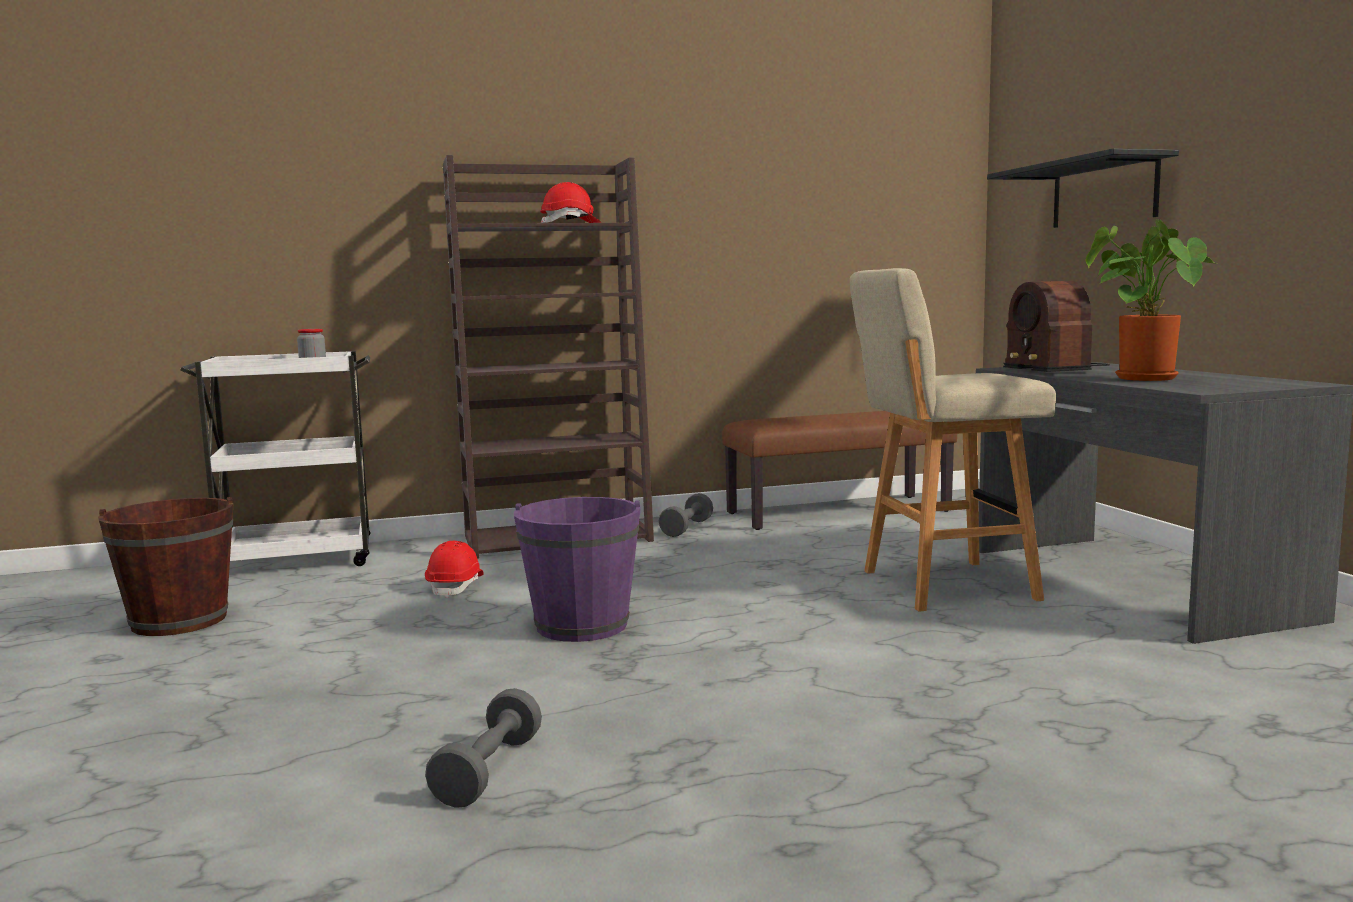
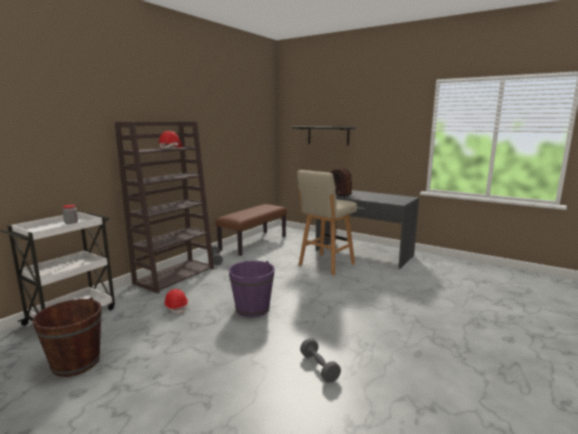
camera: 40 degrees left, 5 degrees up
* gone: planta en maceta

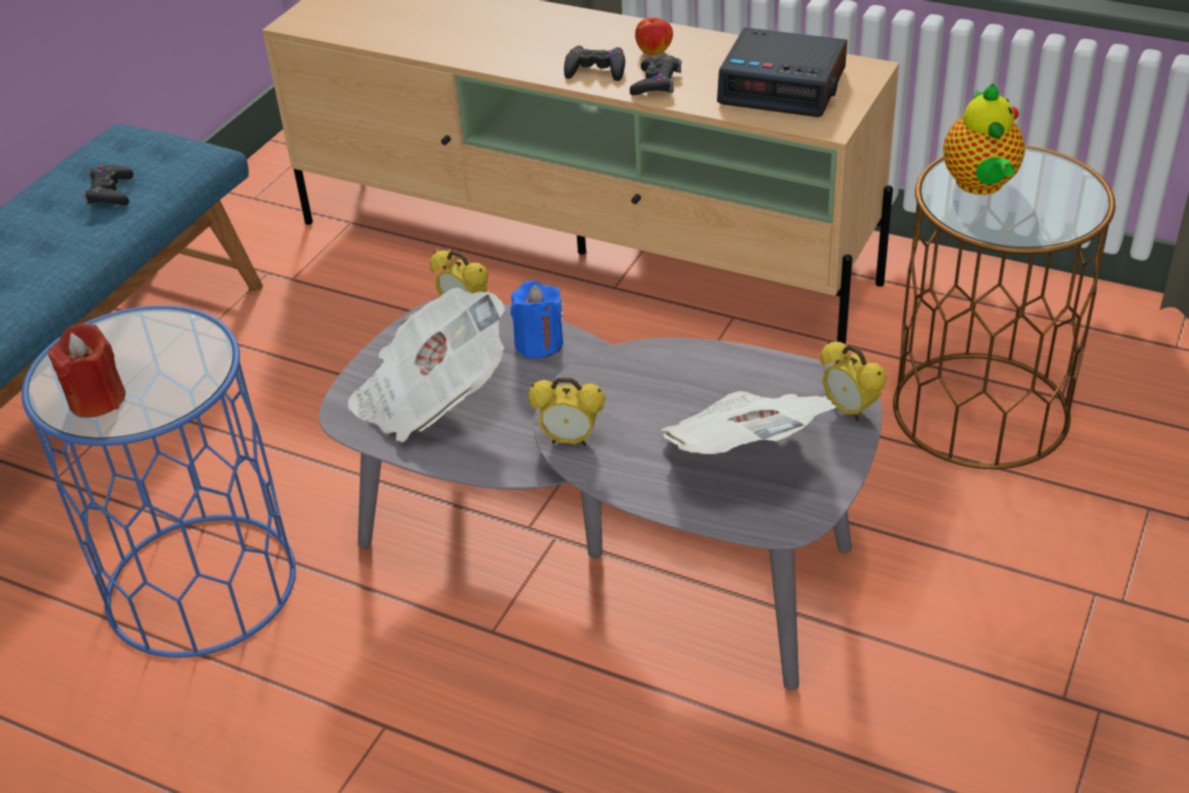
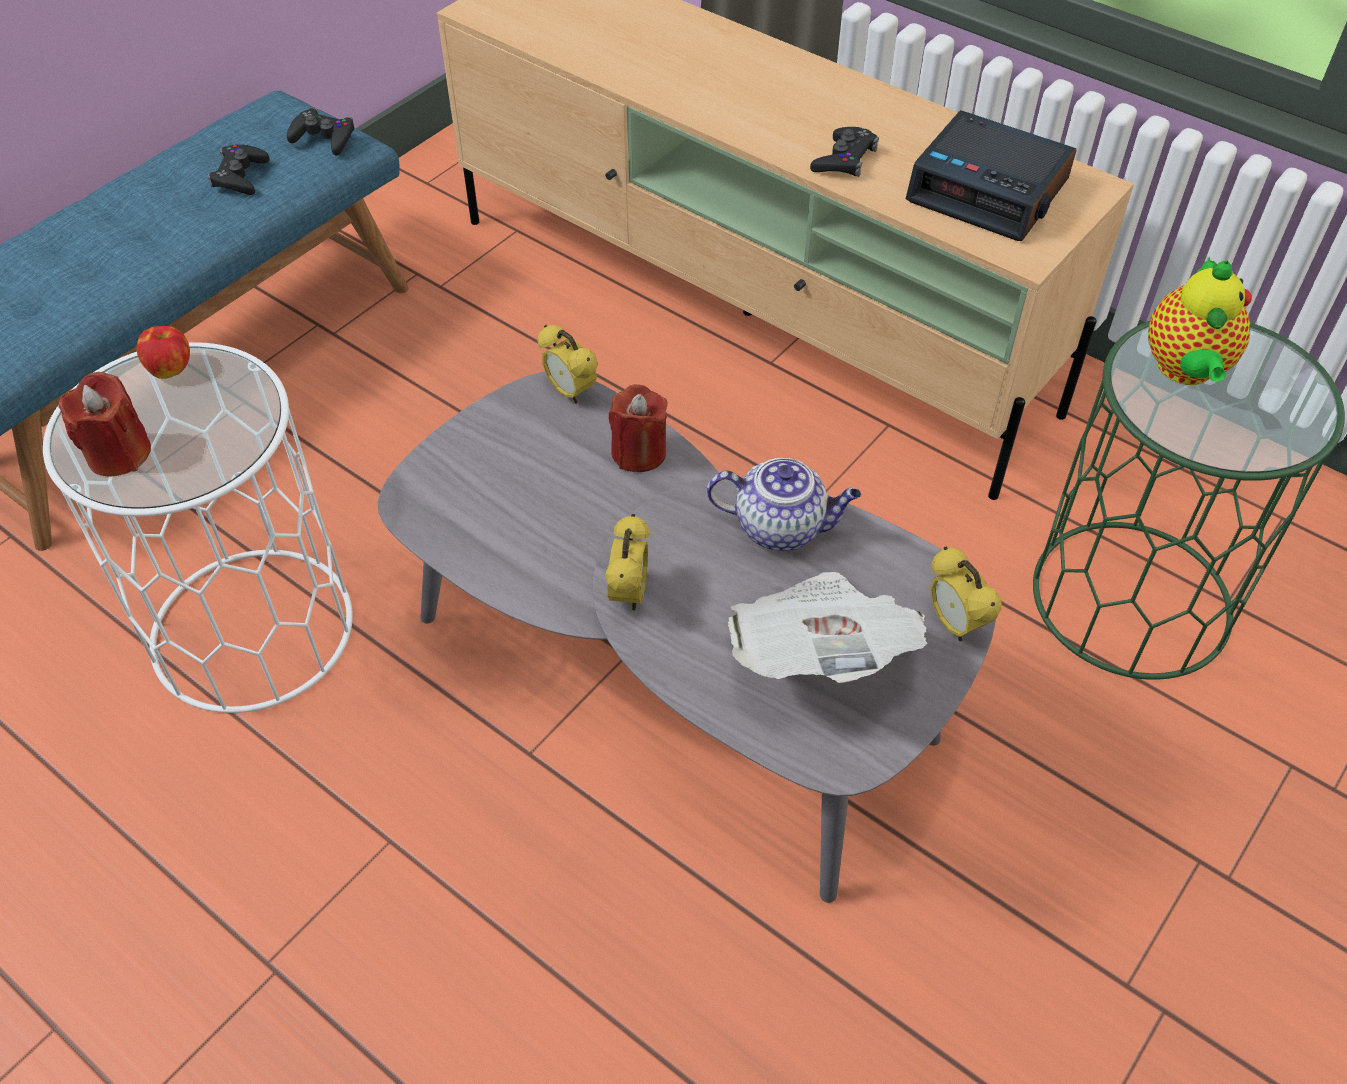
camera: 10 degrees right, 10 degrees up
* gone: periódico (no. 1 from left)
* new: tetera (no. 1 from left)
* shifted: mando de consola [negro] (no. 2 from left)
* shifted: manzana
* repainted: mesa auxiliar [azul] to mesa auxiliar [blanco]
* repainted: vela [azul] to vela [rojo] (no. 2 from left)
* repainted: mesa auxiliar [marrón] to mesa auxiliar [verde]
* rotated: despertador (no. 2 from left) 105 degrees counterclockwise

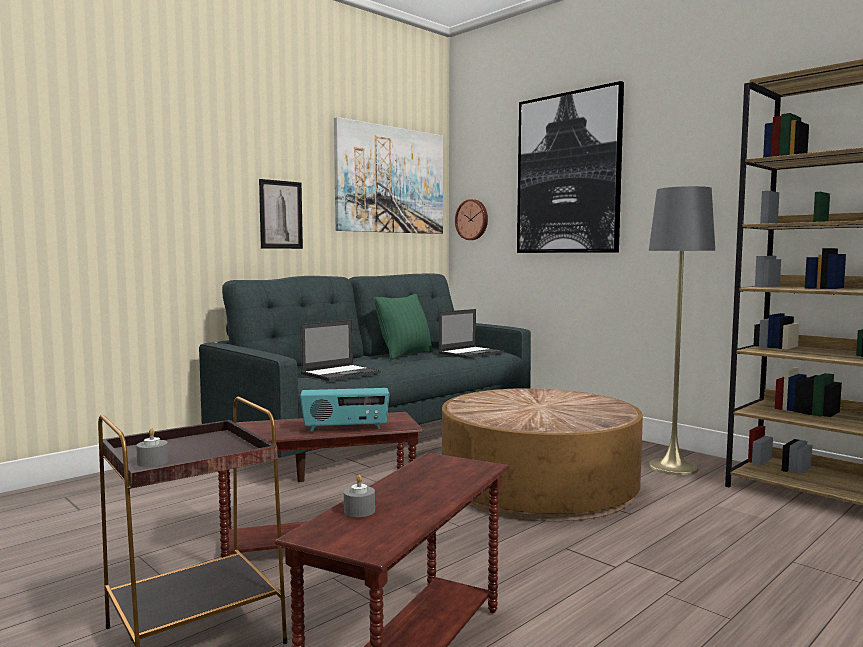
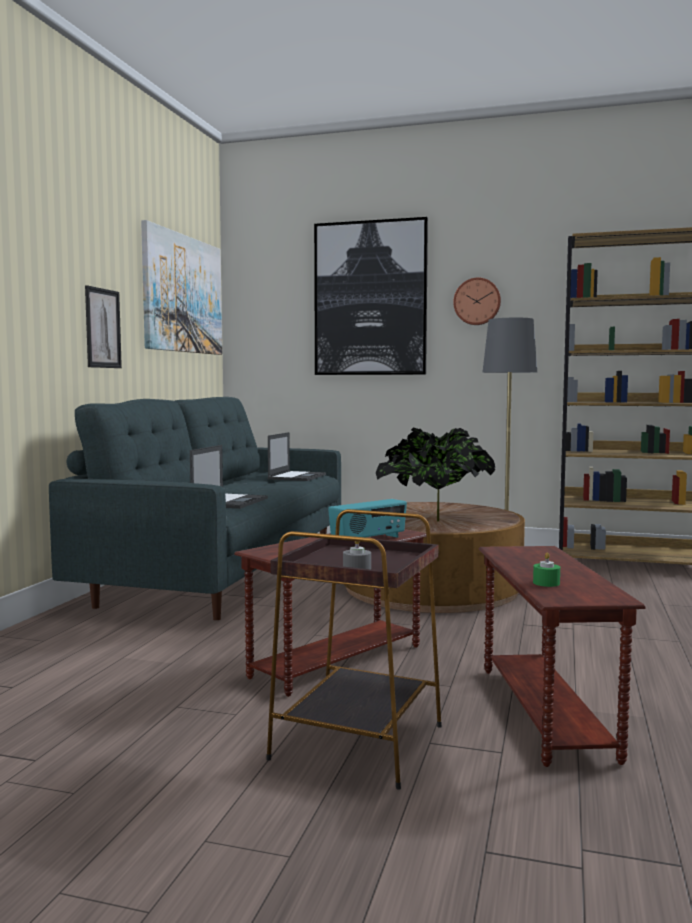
camera: 30 degrees left, 0 degrees up
* gone: cojín [verde]
* new: planta en maceta
* shifted: reloj de pared
* repainted: vela [gris] (no. 2 from left) to vela [verde]

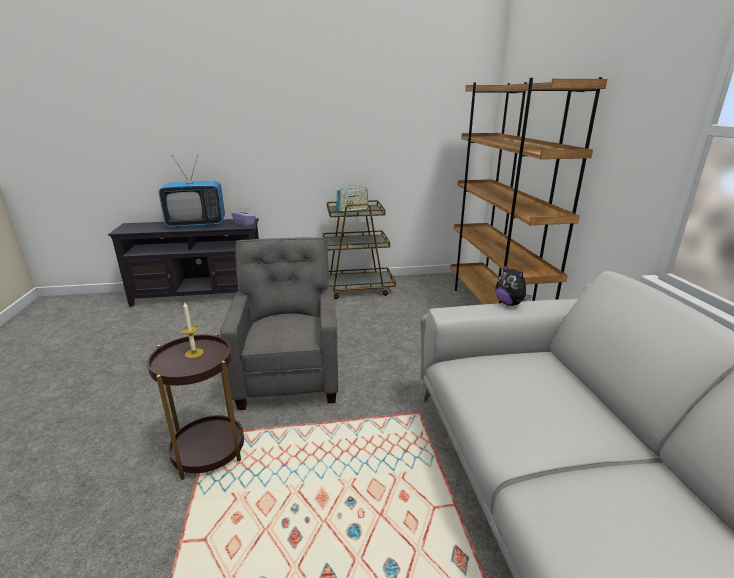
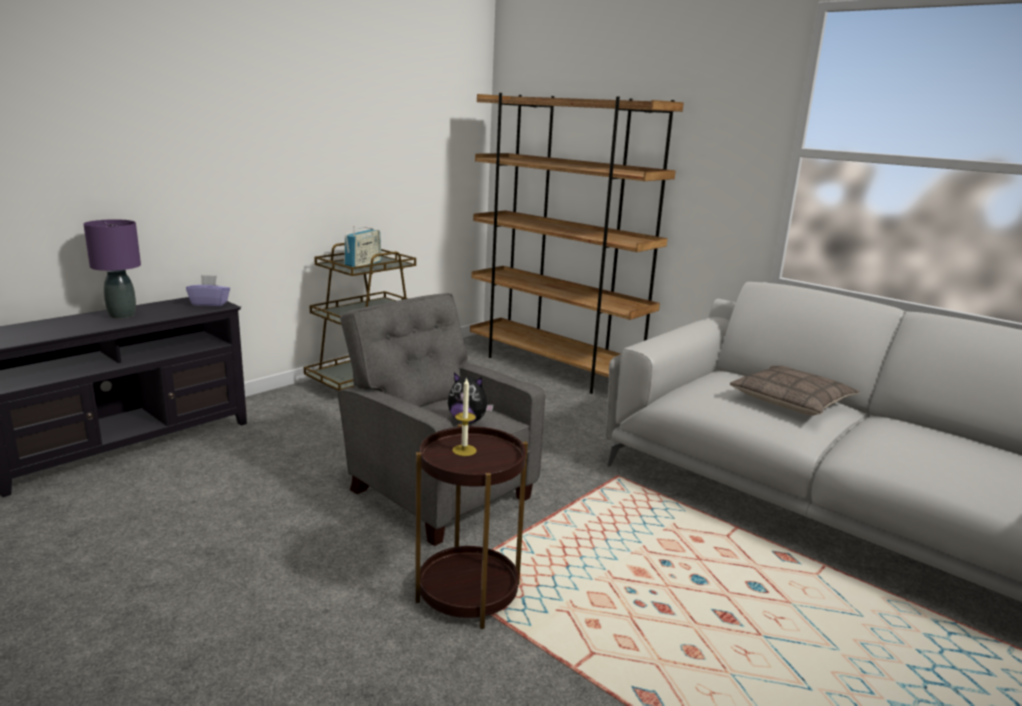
camera: 40 degrees left, 5 degrees down
* new: cojín
* shifted: peluche
* swapped: televisor to lámpara de mesa [morado]

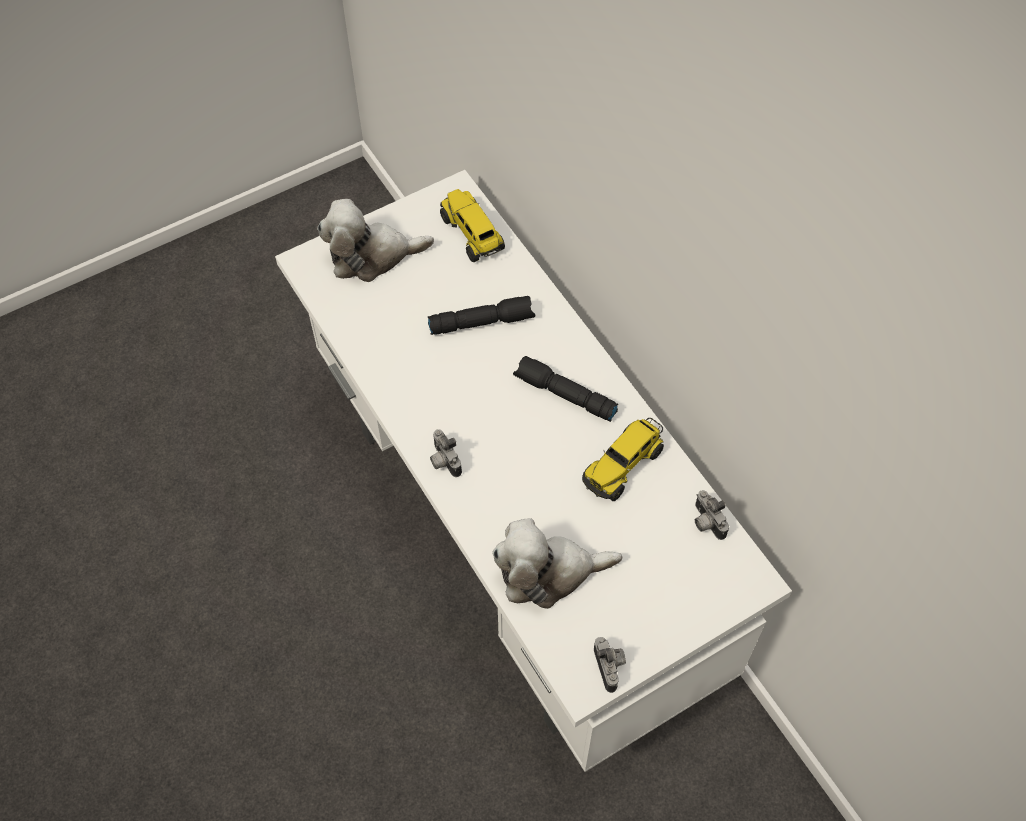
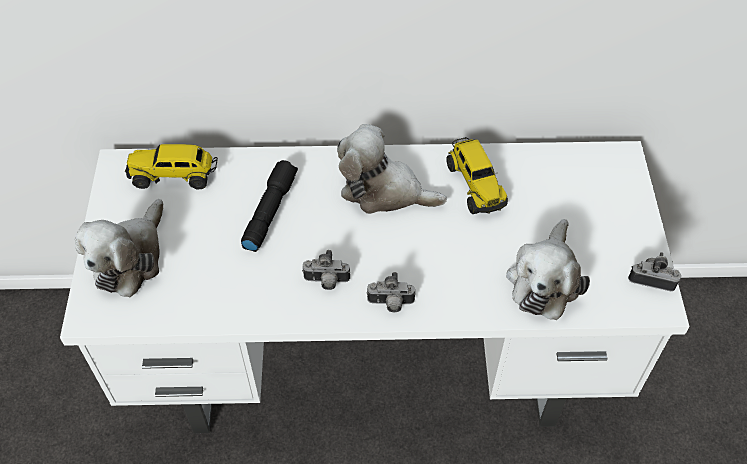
camera: 60 degrees left, 5 degrees down
* shifted: cámara (no. 3 from left in the first image) to cámara (no. 1 from left)
* swapped: linterna [negro] (no. 2 from left) to peluche (no. 2 from left)

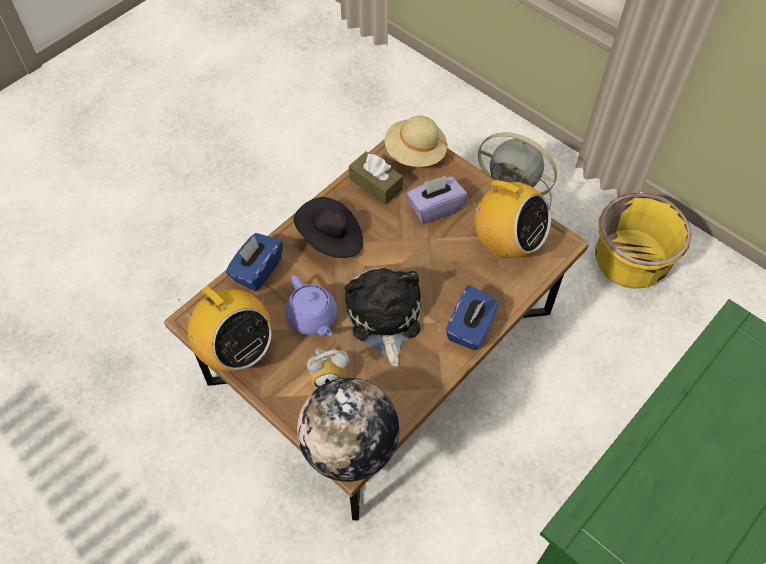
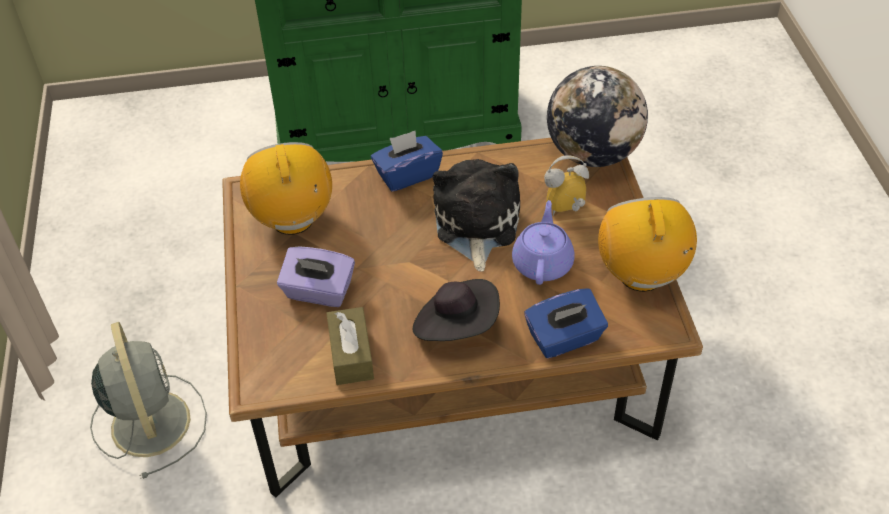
camera: 140 degrees left, 10 degrees down
* gone: sombrero [beis]
* gone: maceta [amarillo]
* rotated: despertador 45 degrees counterclockwise
* rotated: peluche 150 degrees clockwise

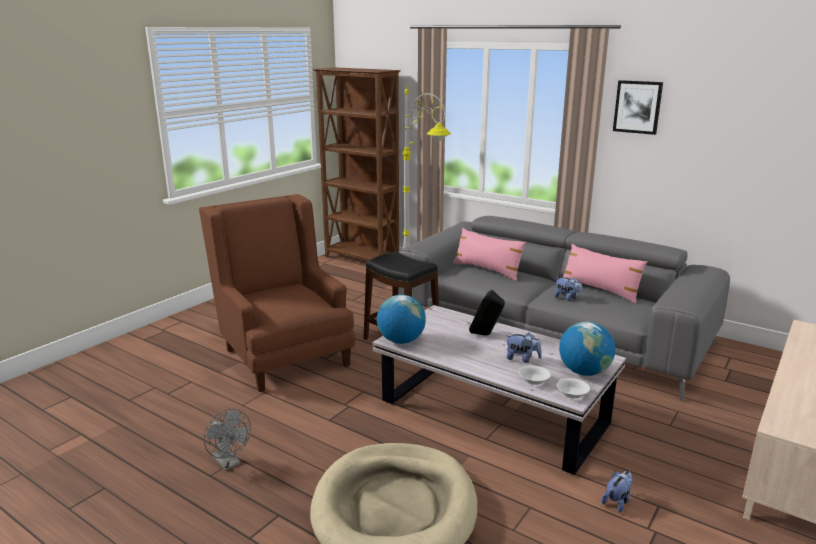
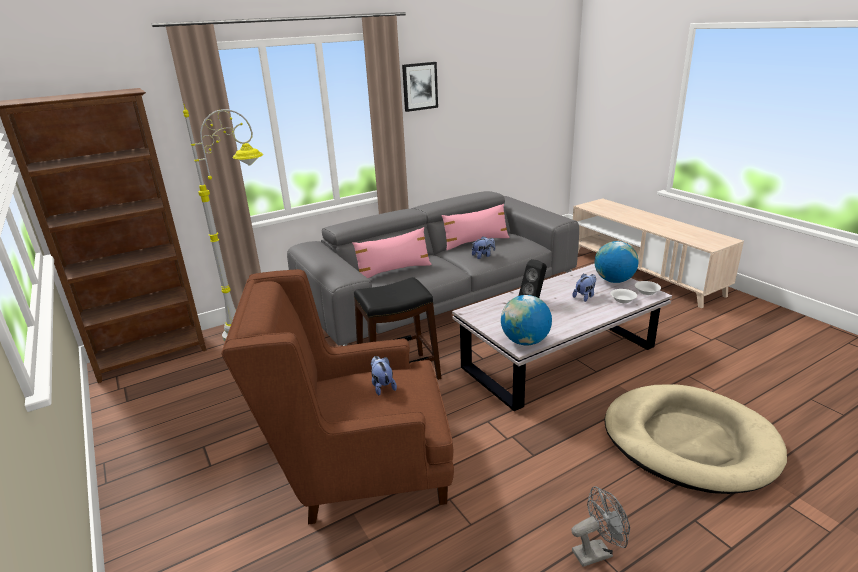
camera: 65 degrees left, 5 degrees up
* shifted: peluche (no. 3 from left in the first image) to peluche (no. 1 from left)

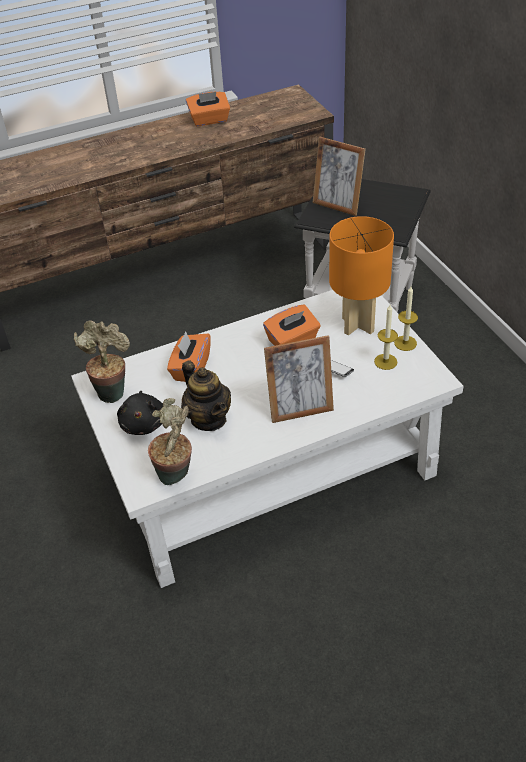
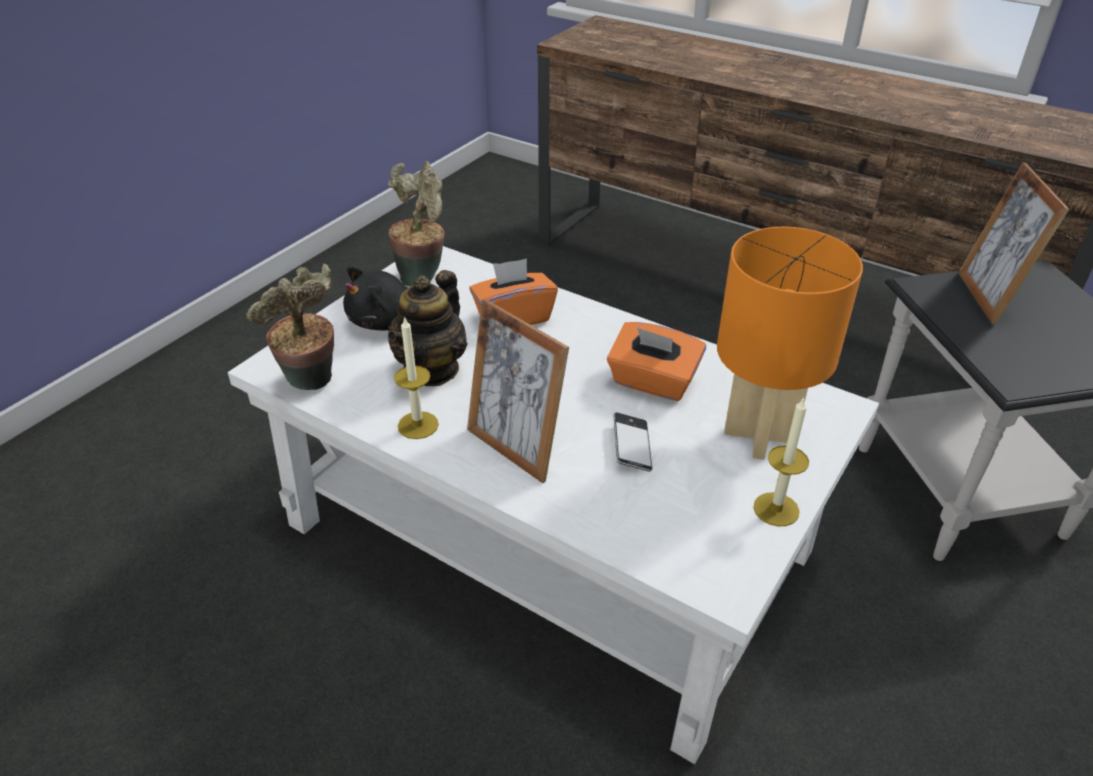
camera: 55 degrees right, 5 degrees down
* gone: caja de pañuelos [naranja] (no. 2 from left)
* shifted: vela (no. 1 from left)

